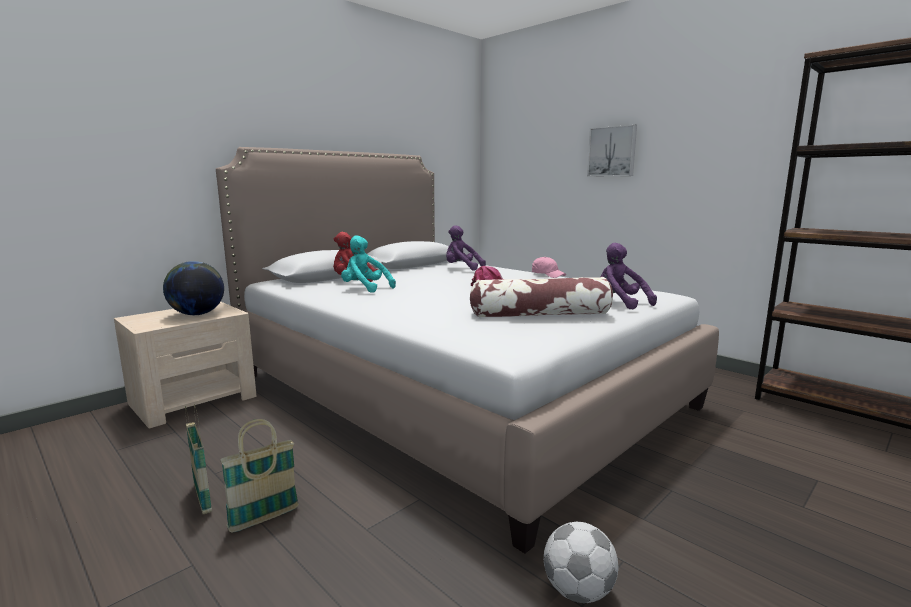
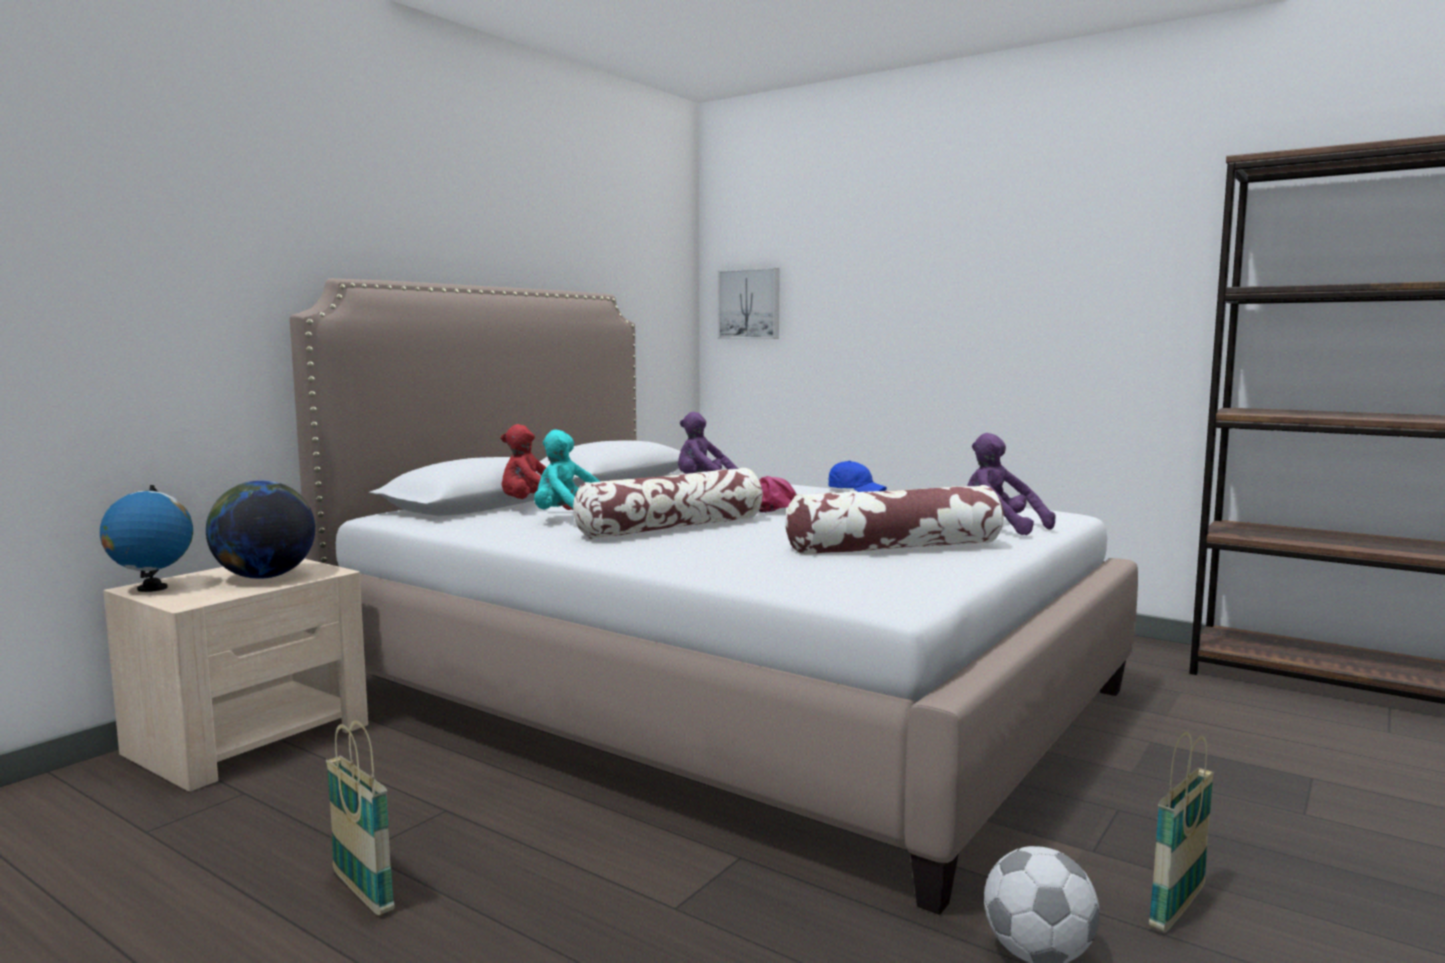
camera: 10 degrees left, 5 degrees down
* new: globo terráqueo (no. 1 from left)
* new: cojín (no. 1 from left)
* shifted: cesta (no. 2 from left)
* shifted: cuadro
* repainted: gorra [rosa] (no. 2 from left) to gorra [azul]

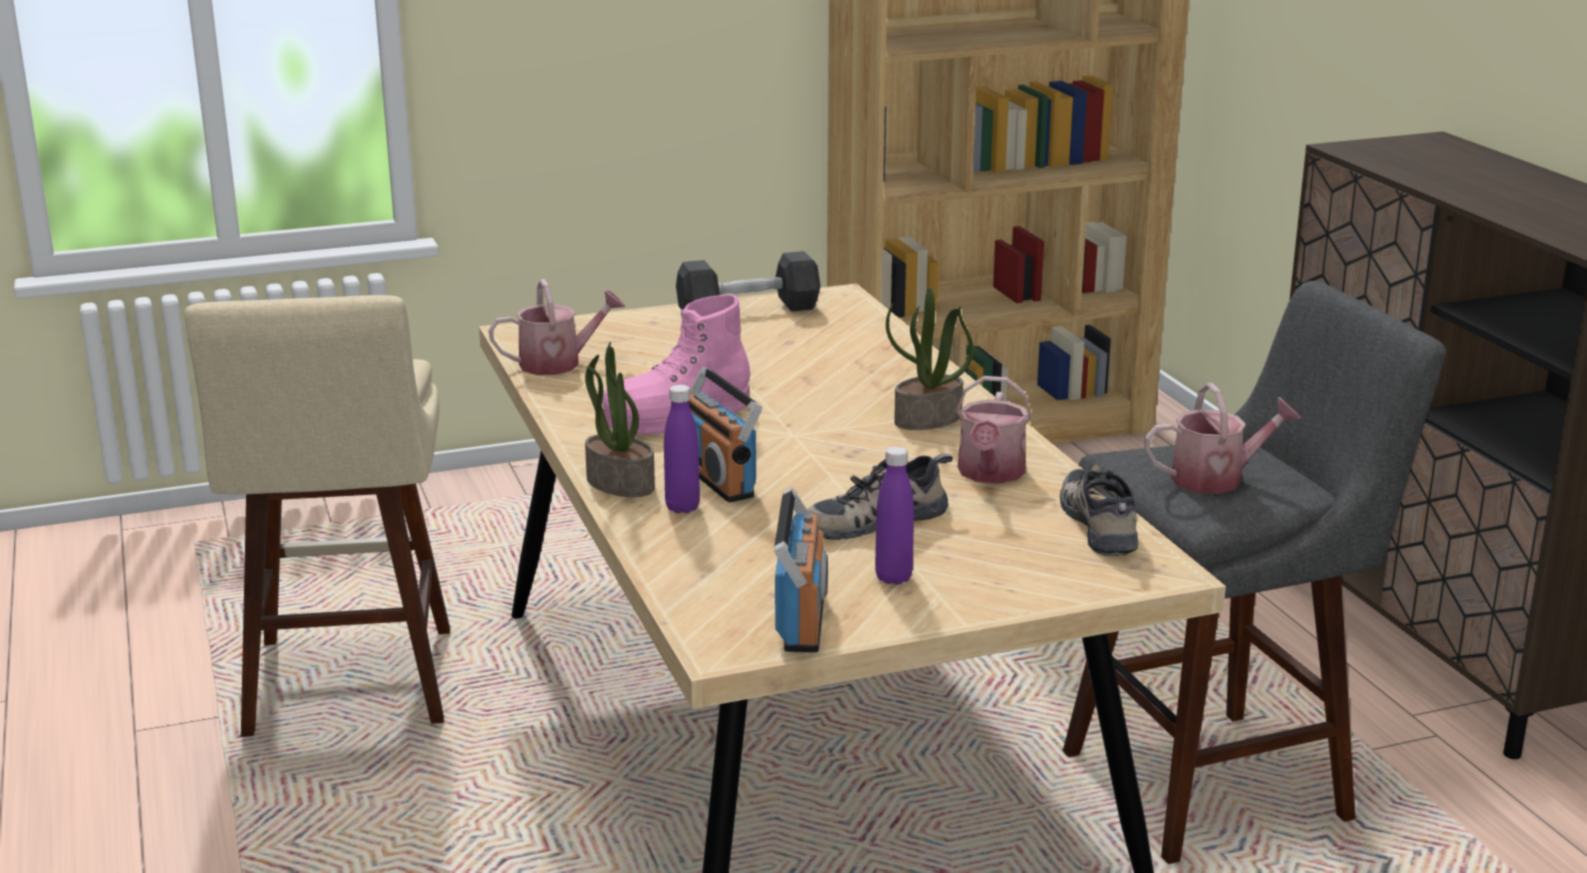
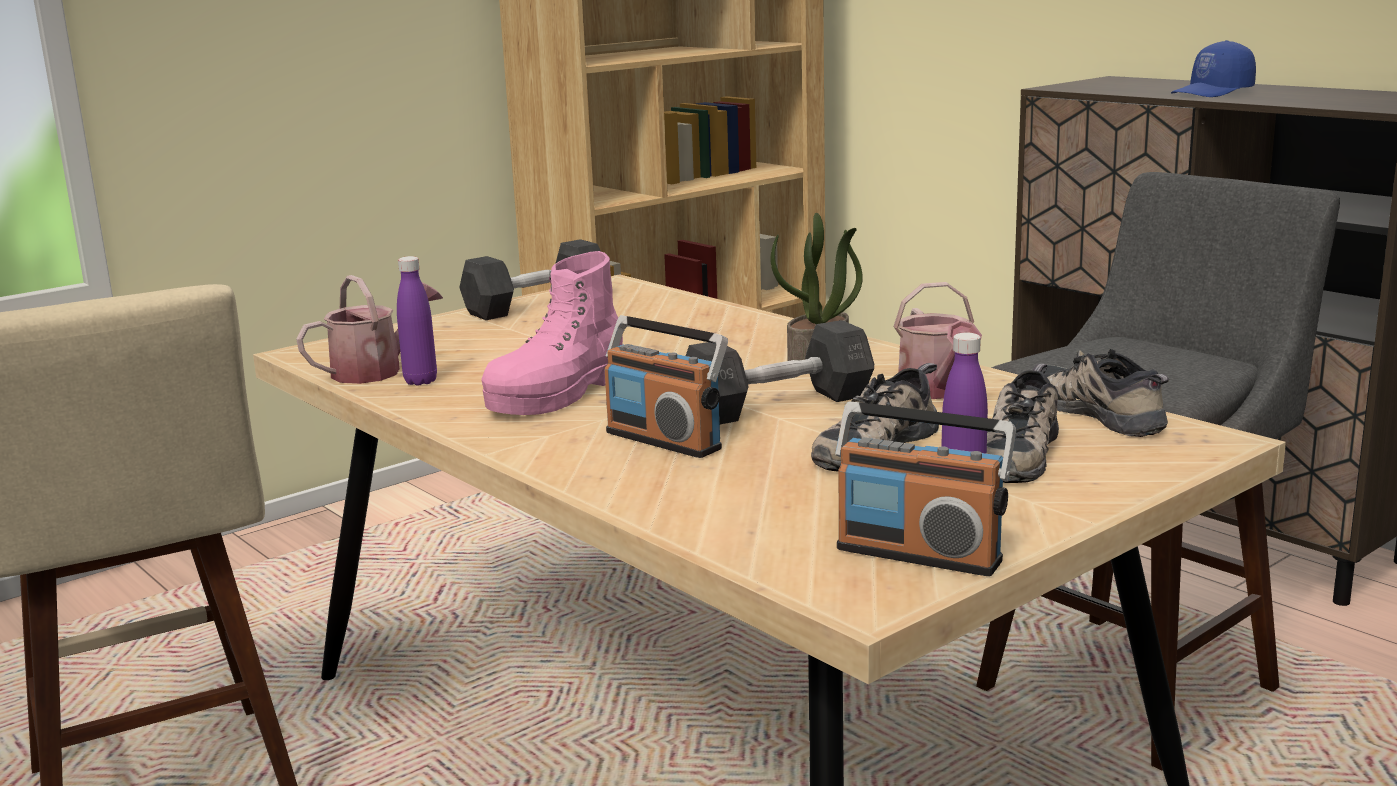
camera: 20 degrees left, 5 degrees down
* gone: planta en maceta (no. 1 from left)
* gone: regadera (no. 3 from left)
* new: mancuerna [gris] (no. 2 from left)
* new: zapato (no. 2 from left)
* new: gorra [azul]
* shifted: botella [morado] (no. 1 from left)
* rotated: radio (no. 2 from left) 135 degrees clockwise

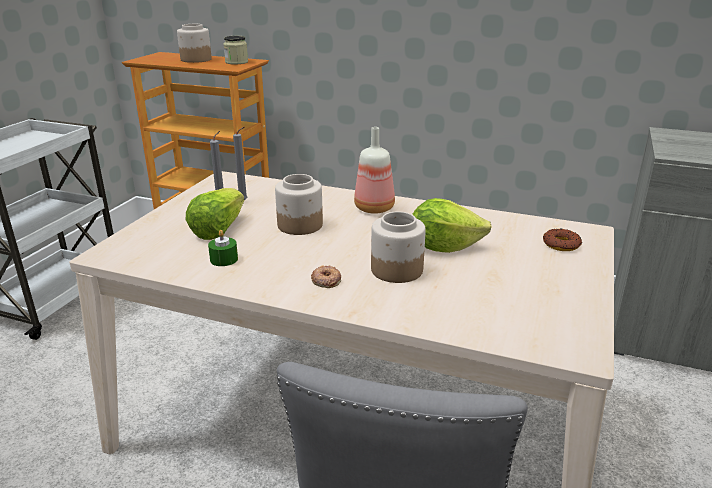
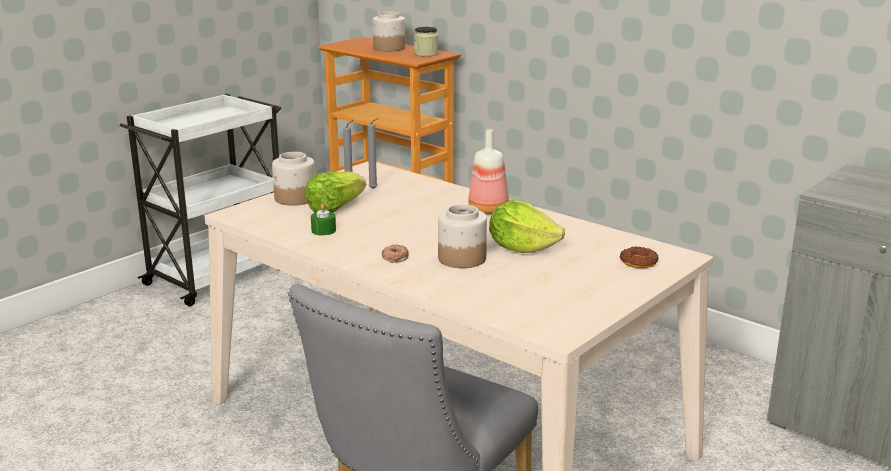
camera: 20 degrees right, 5 degrees down
* shifted: tarro (no. 3 from left in the first image) to tarro (no. 1 from left)

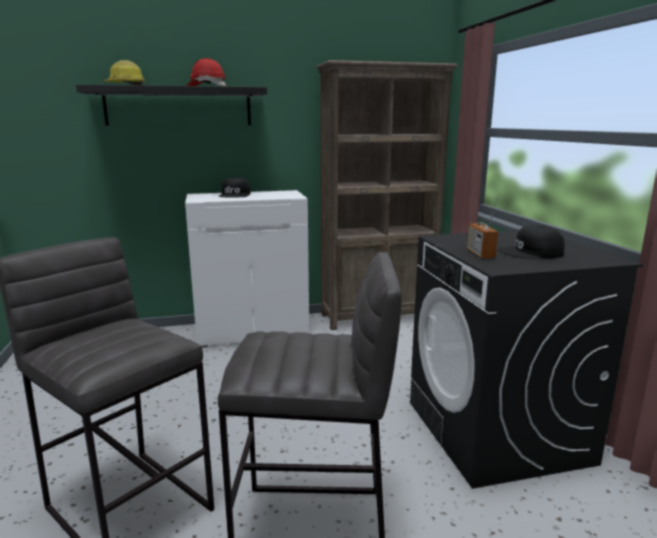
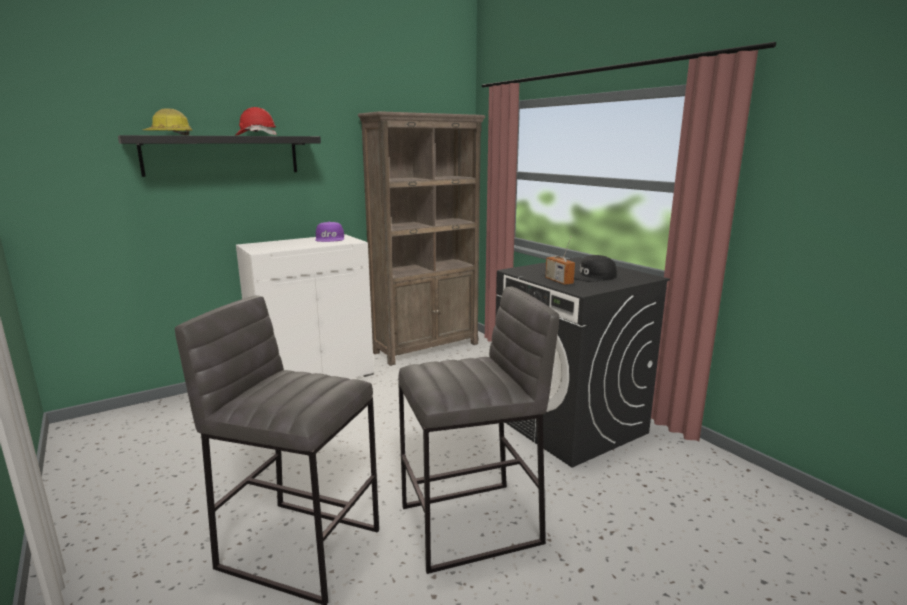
camera: 20 degrees left, 0 degrees up
* gone: gorra [negro] (no. 1 from left)
* new: gorra [morado]

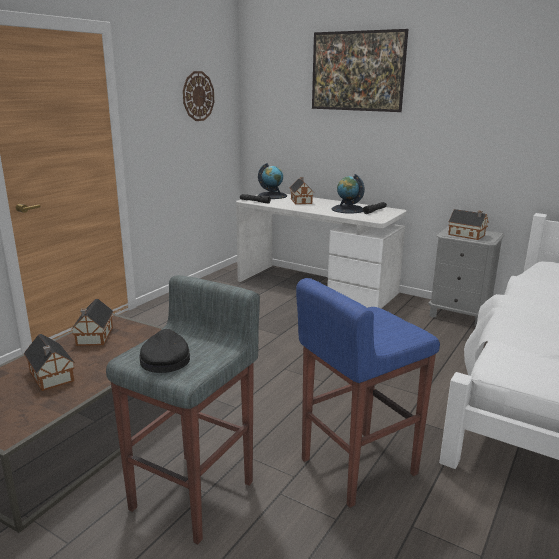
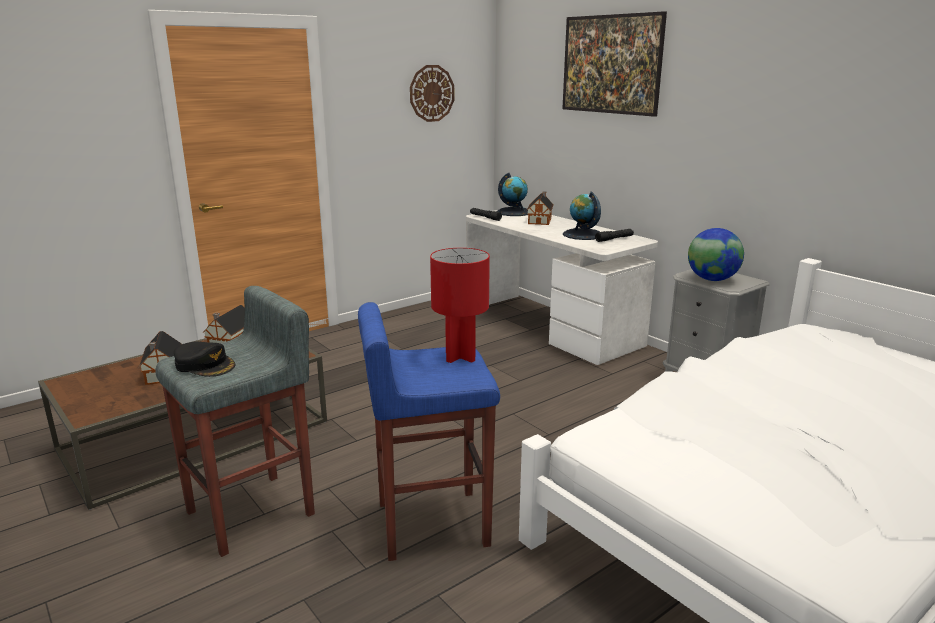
camera: 20 degrees right, 0 degrees up
* new: lámpara de mesa [rojo]
* swapped: casita (no. 4 from left) to globo terráqueo (no. 3 from left)
* rotated: gorra [negro] 105 degrees clockwise

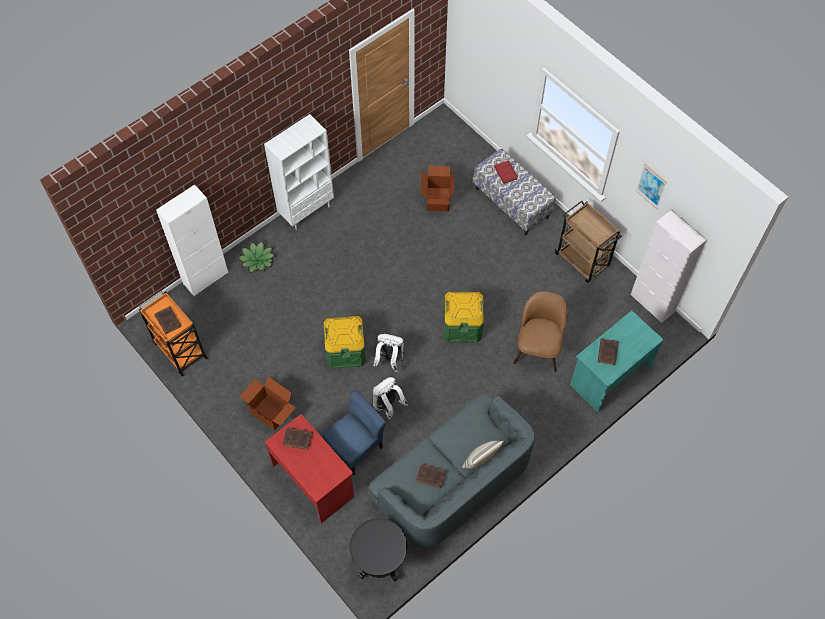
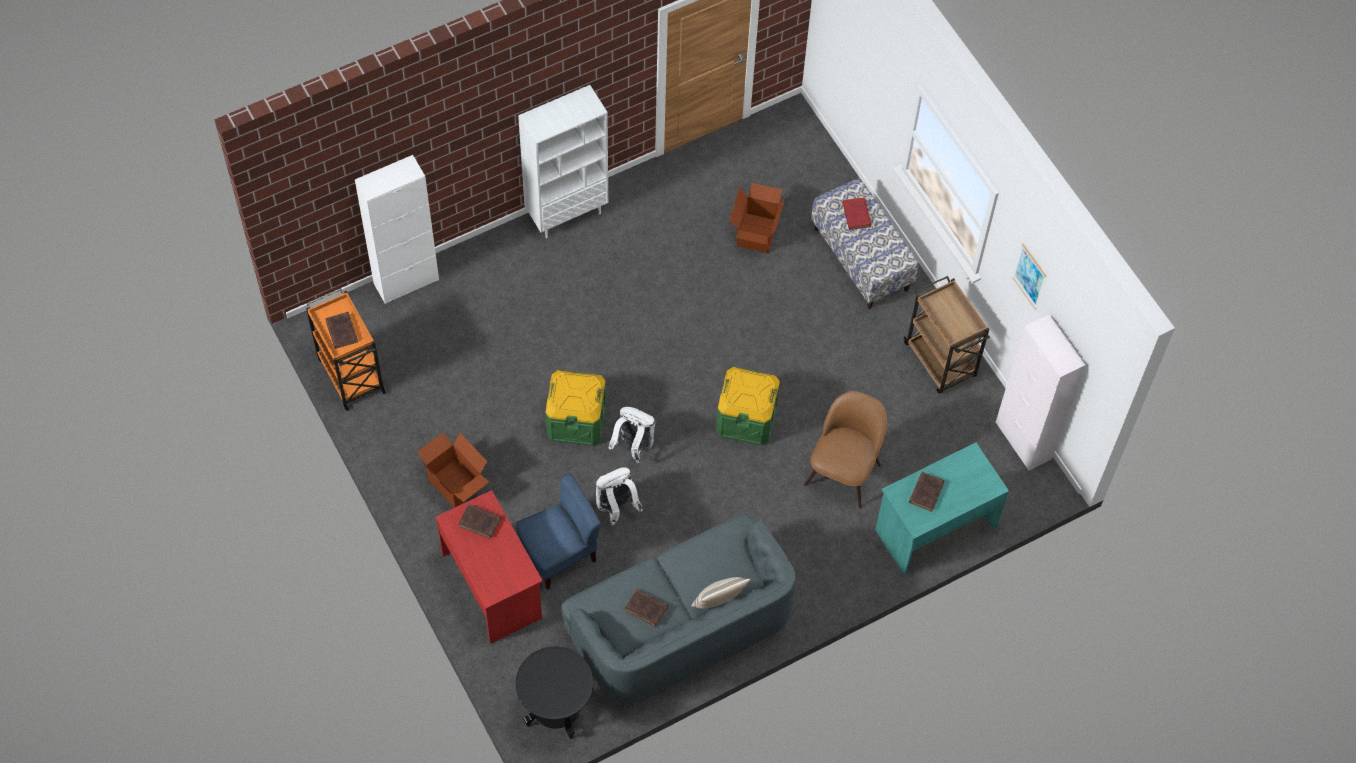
camera: 10 degrees right, 0 degrees up
* gone: planta en maceta

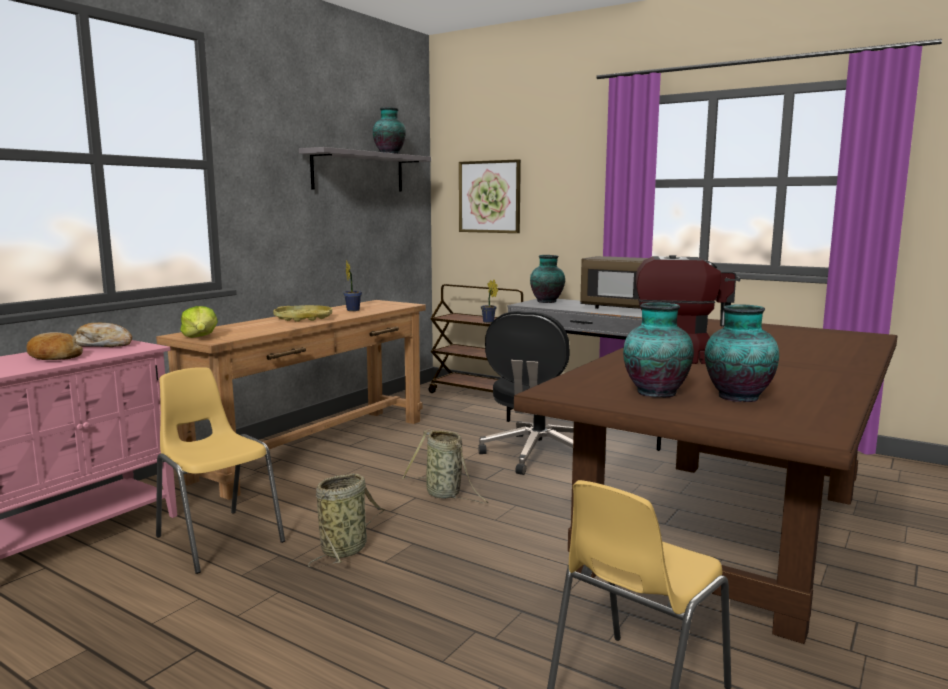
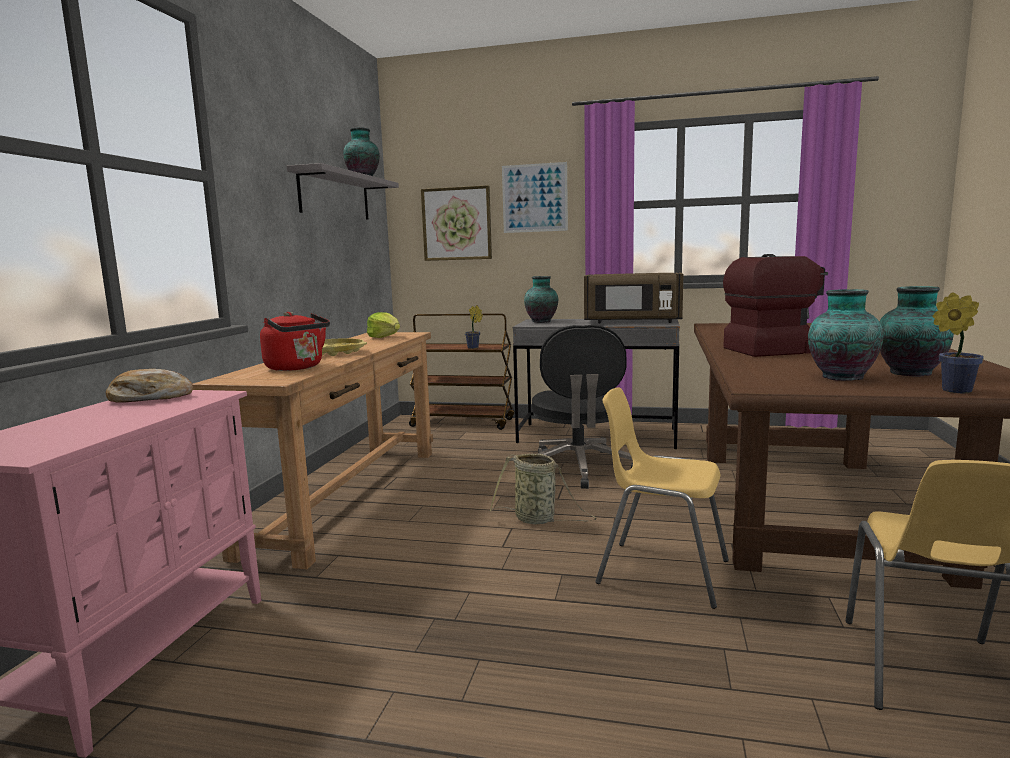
camera: 20 degrees left, 0 degrees up
* gone: pan (no. 1 from left)
* gone: cesta (no. 1 from left)
* new: hervidor [rojo]
* new: cuadro (no. 2 from left)
* shifted: silla [amarillo] (no. 1 from left)
* shifted: lechuga
* shifted: planta en maceta (no. 1 from left in the first image) to planta en maceta (no. 2 from left)

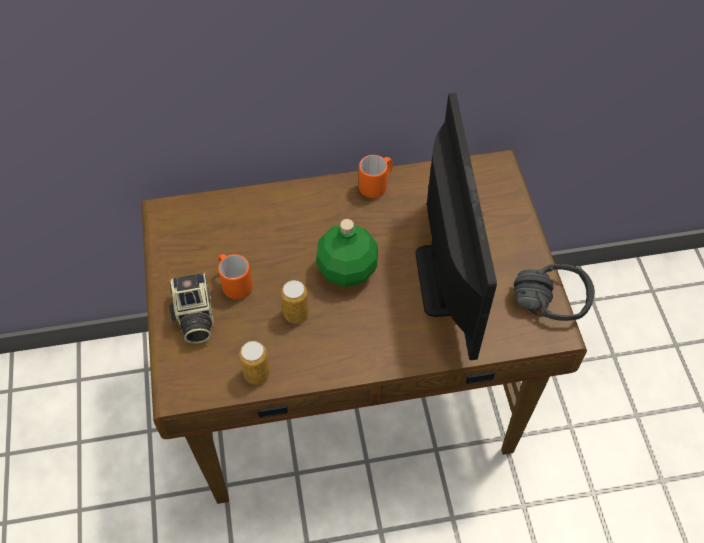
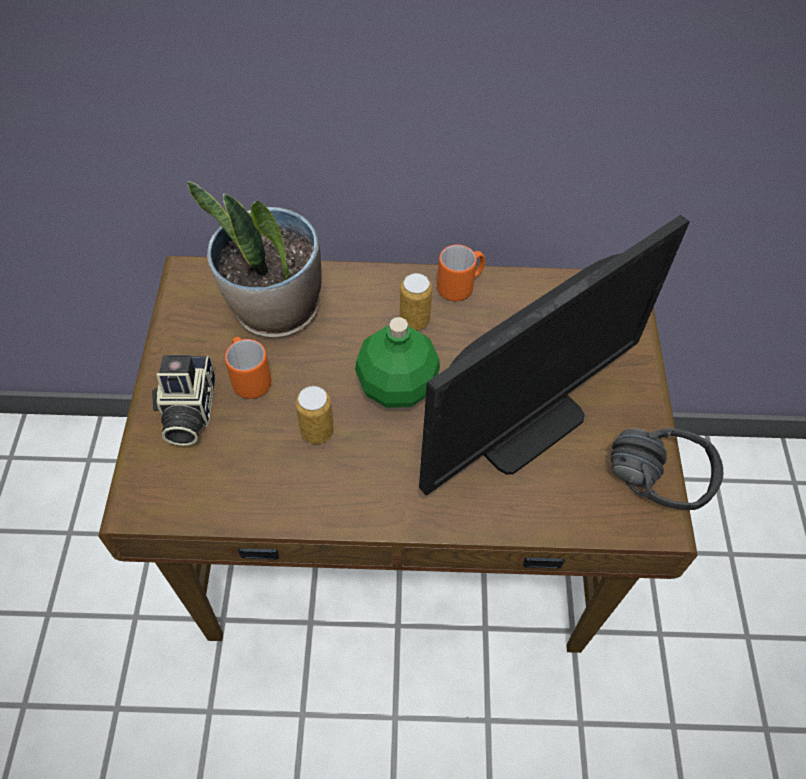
camera: 10 degrees right, 0 degrees up
* new: planta en maceta
* shifted: lata (no. 1 from left in the first image) to lata (no. 2 from left)
* rotated: monitor 45 degrees clockwise

